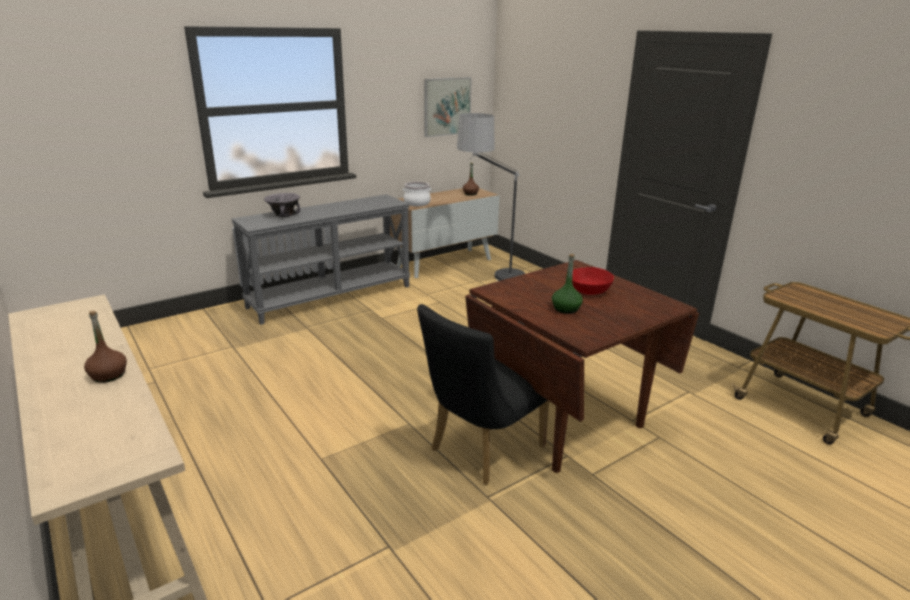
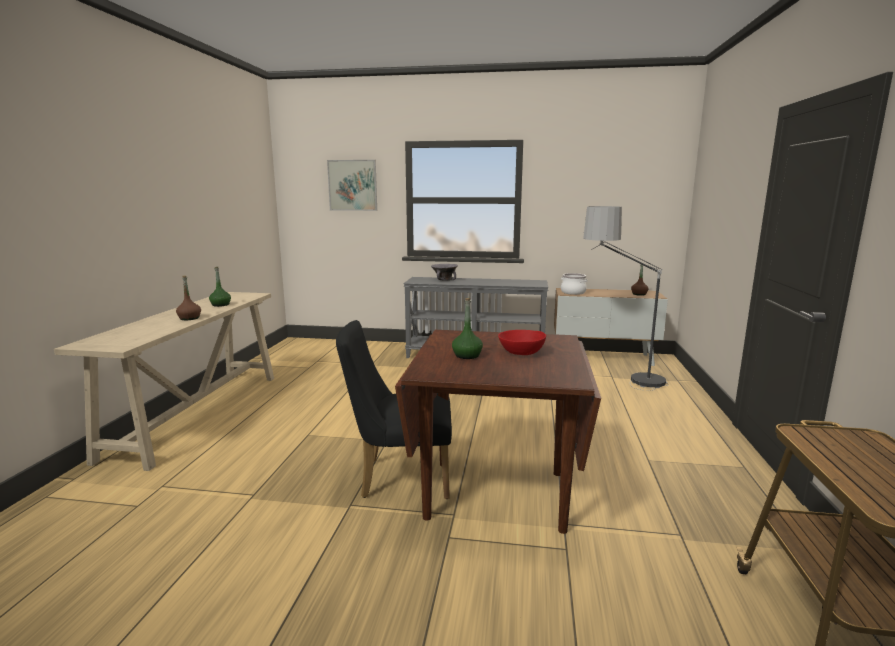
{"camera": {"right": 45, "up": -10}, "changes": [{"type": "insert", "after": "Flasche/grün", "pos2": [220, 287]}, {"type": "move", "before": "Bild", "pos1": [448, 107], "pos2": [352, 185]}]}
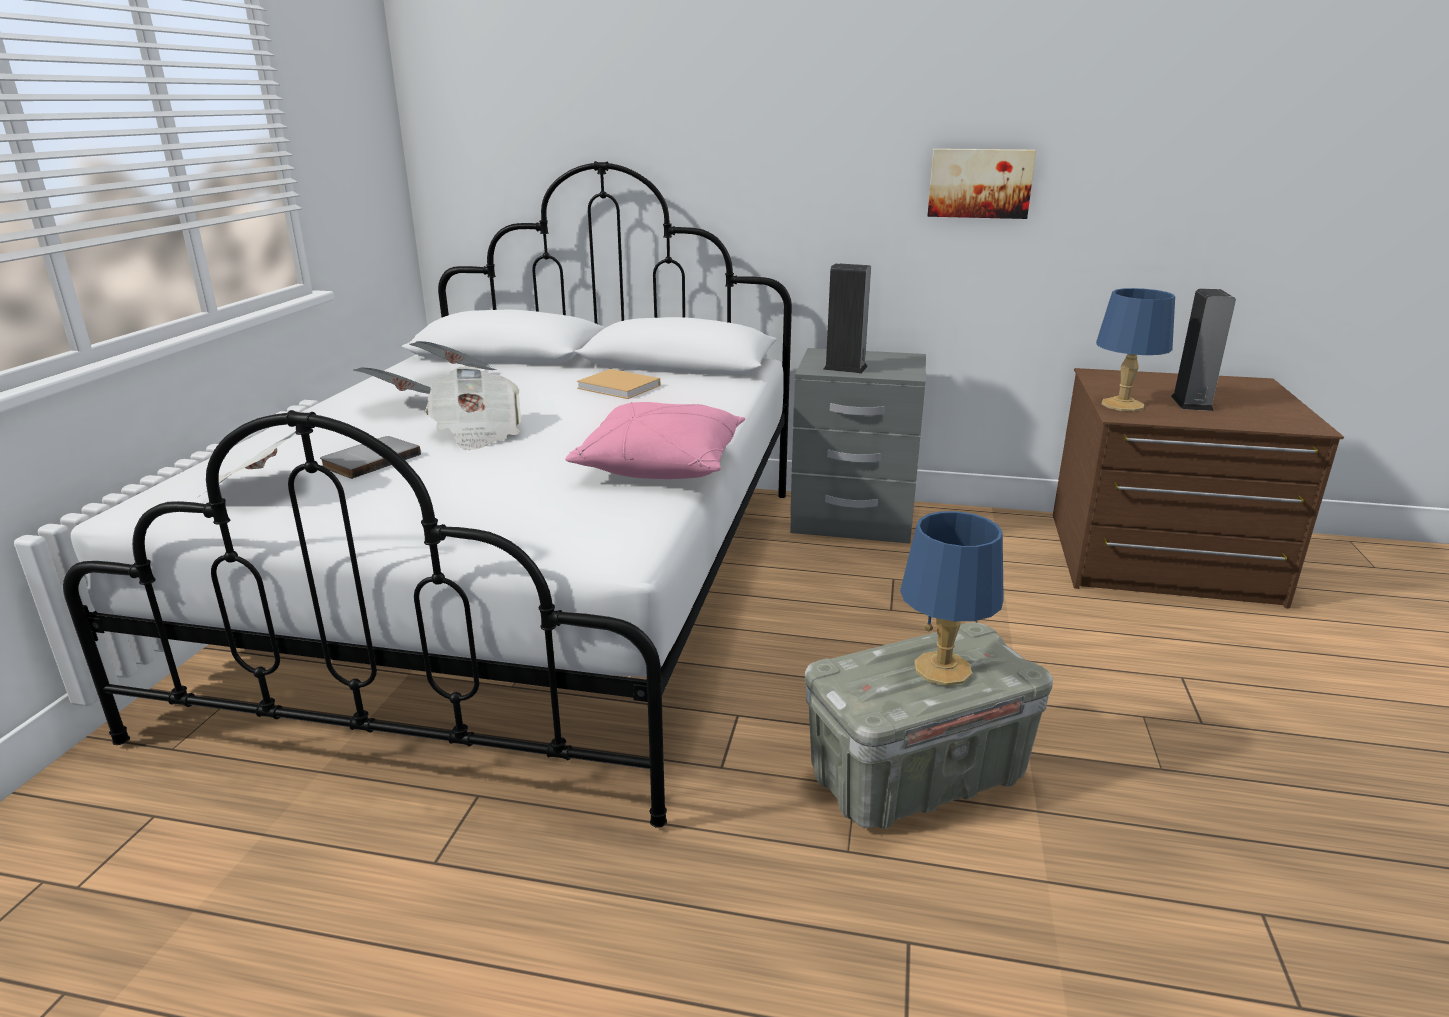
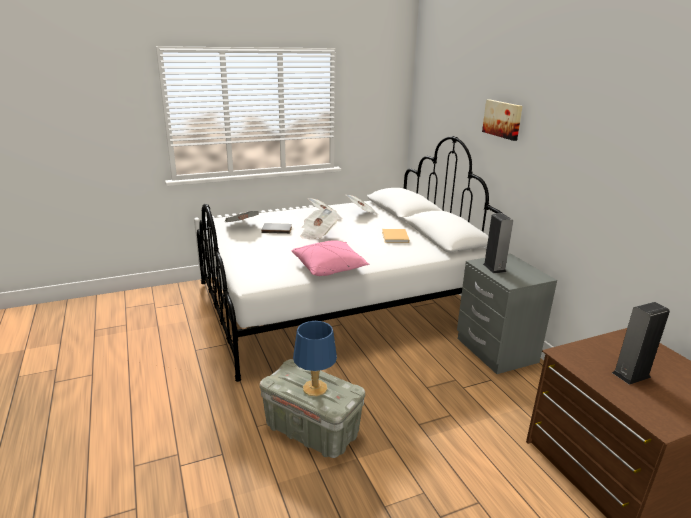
{"camera": {"right": 55, "up": 0}, "changes": [{"type": "move", "before": "Bild", "pos1": [981, 184], "pos2": [502, 120]}, {"type": "delete", "before": "Tischlampe/blau", "pos1": [1135, 349]}]}
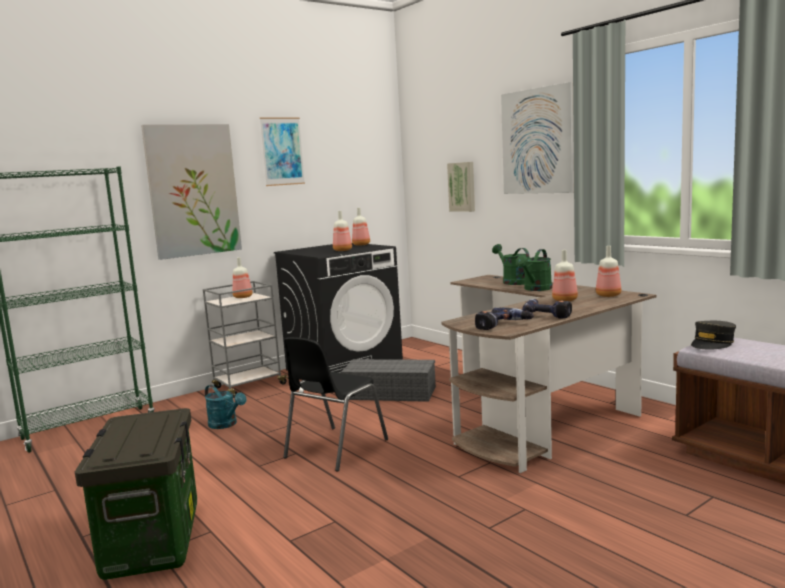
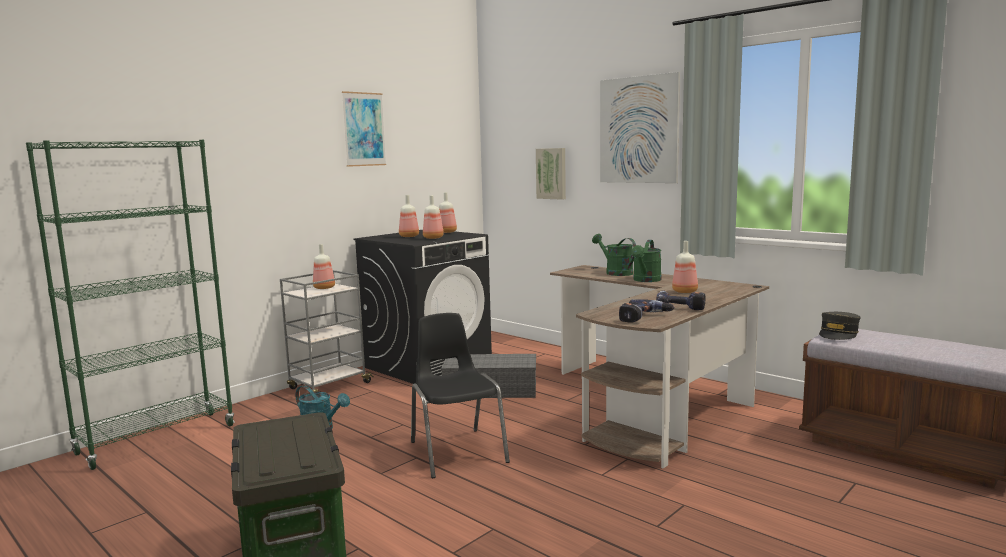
{"camera": {"right": -10, "up": 0}, "changes": [{"type": "move", "before": "Flasche", "pos1": [608, 271], "pos2": [409, 216]}, {"type": "rotate", "before": "Stuhl/schwarz", "pos1": [335, 404], "pos2": [460, 395], "turn": 135}, {"type": "delete", "before": "Bild", "pos1": [191, 192]}]}
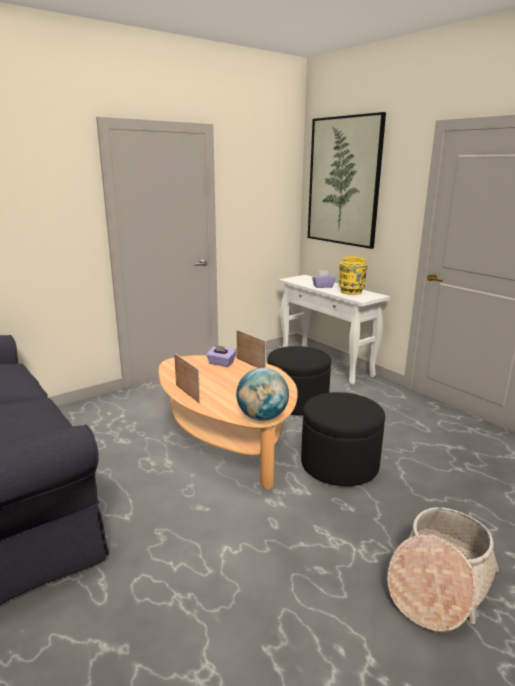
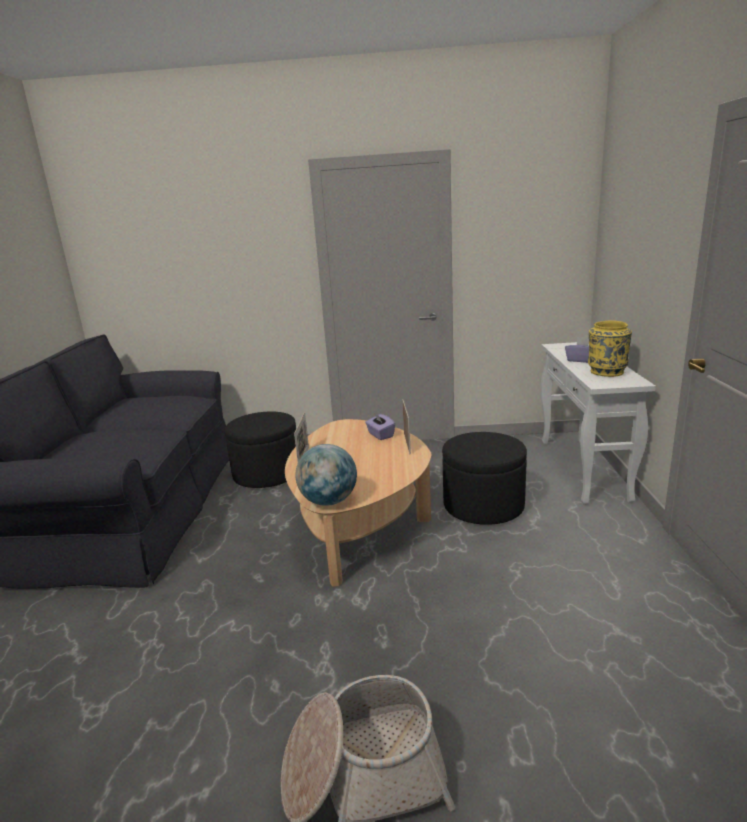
{"camera": {"right": 40, "up": 0}, "changes": [{"type": "move", "before": "Polsterhocker/schwarz", "pos1": [343, 439], "pos2": [260, 449]}, {"type": "delete", "before": "Bild", "pos1": [347, 180]}]}
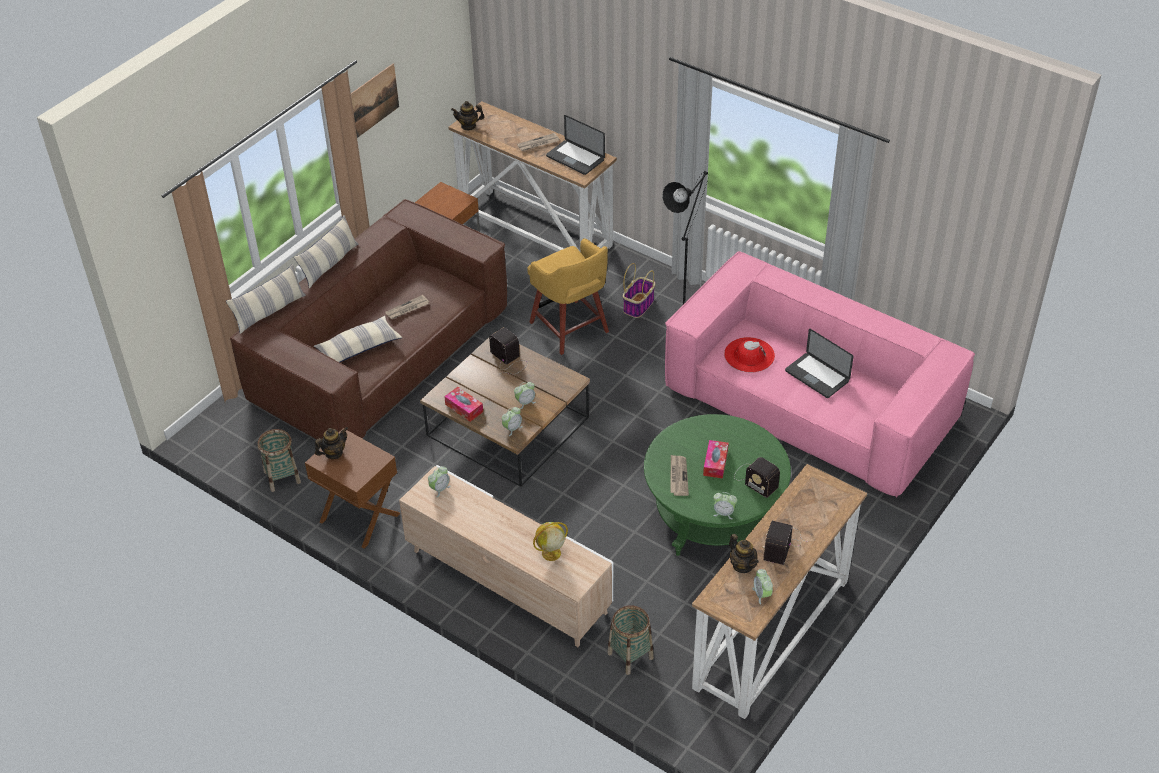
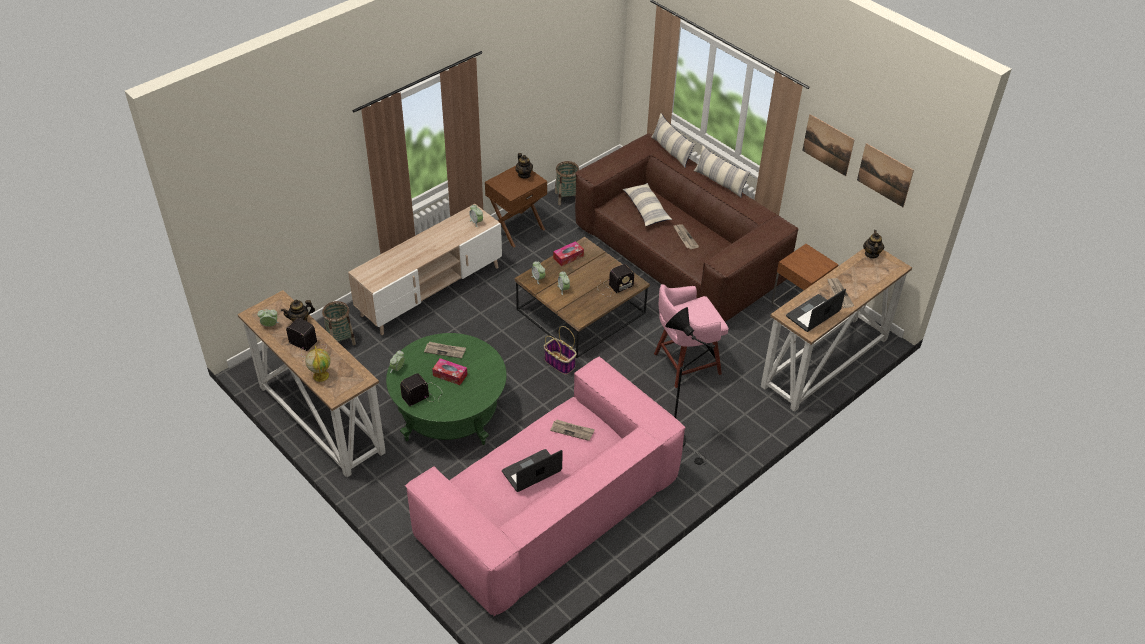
{"camera": {"right": 100, "up": 0}, "changes": [{"type": "move", "before": "Globus", "pos1": [550, 541], "pos2": [318, 363]}, {"type": "move", "before": "Korb", "pos1": [639, 290], "pos2": [560, 350]}, {"type": "replace", "before": "Hut/rot", "after": "Zeitung", "pos1": [749, 354], "pos2": [572, 430]}, {"type": "recolor", "before": "Hocker/gelb", "after": "Hocker/rosa", "pos1": [568, 296], "pos2": [691, 336]}, {"type": "insert", "after": "Bild", "pos2": [885, 175]}]}
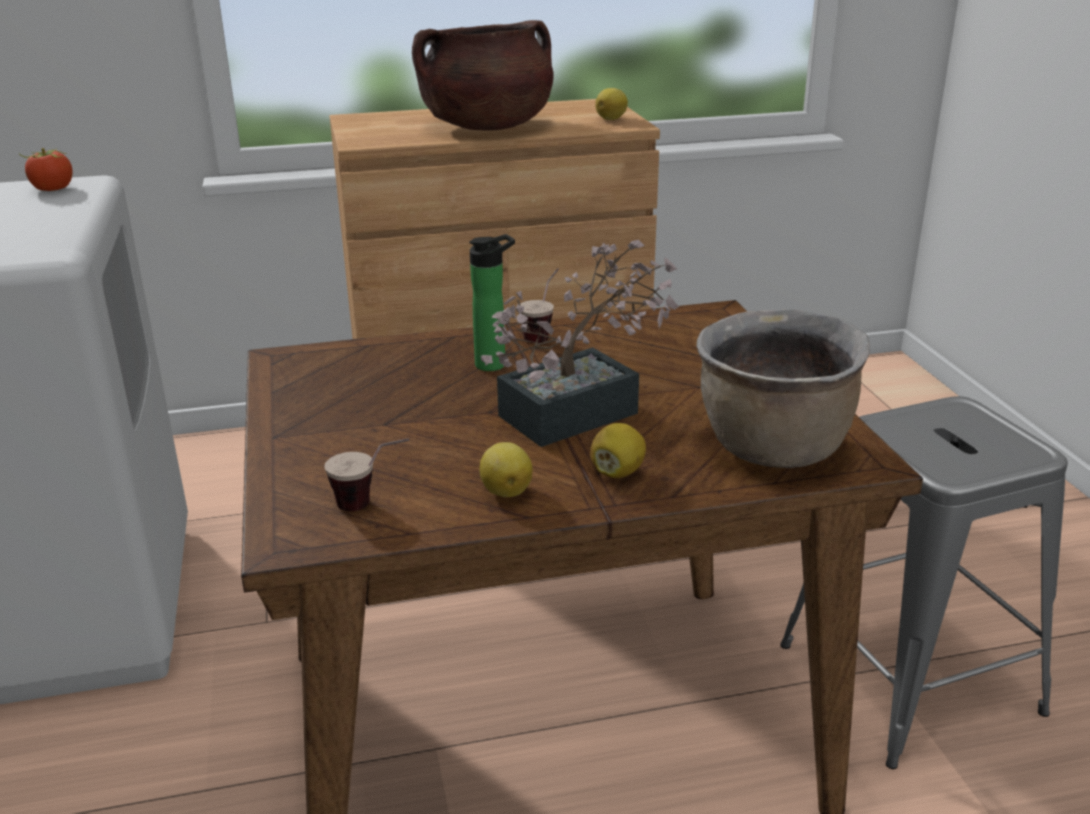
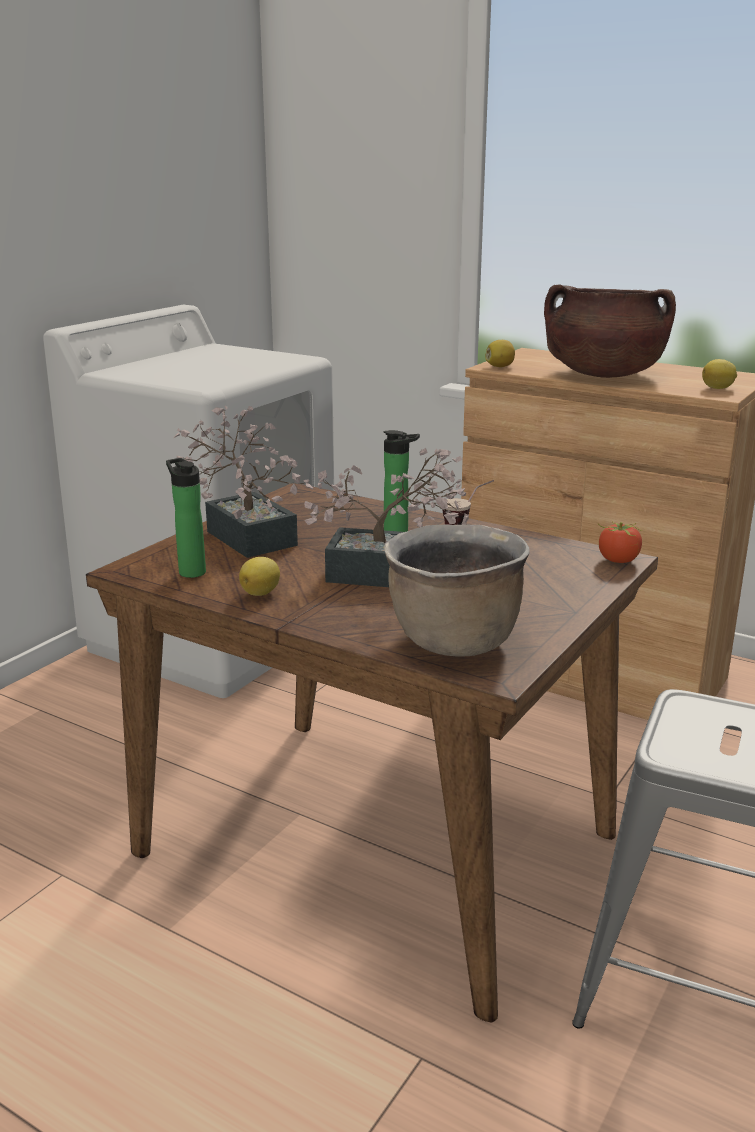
{"camera": {"right": 45, "up": -5}, "changes": [{"type": "replace", "before": "Tasse", "after": "Flasche", "pos1": [366, 474], "pos2": [186, 518]}, {"type": "insert", "after": "Topfpflanze", "pos2": [243, 481]}, {"type": "move", "before": "Zitrone", "pos1": [618, 450], "pos2": [500, 353]}, {"type": "move", "before": "Tomate", "pos1": [45, 169], "pos2": [620, 542]}]}
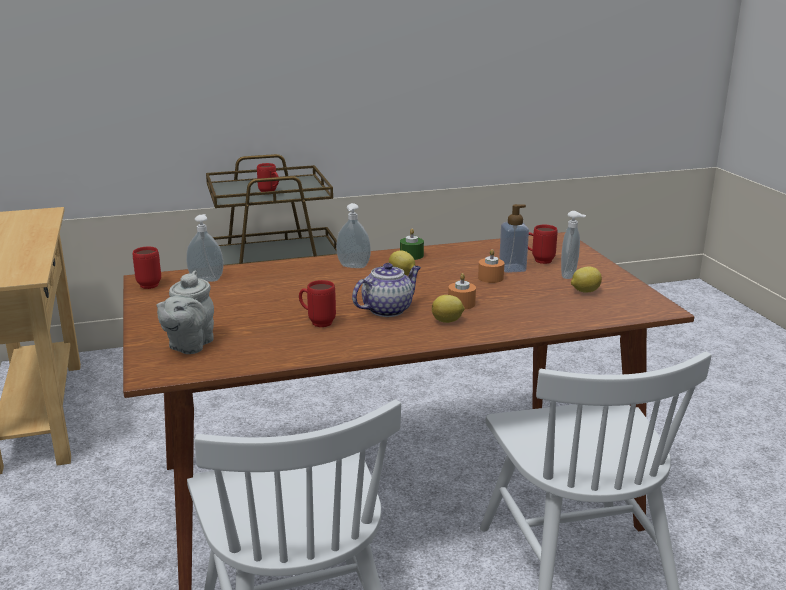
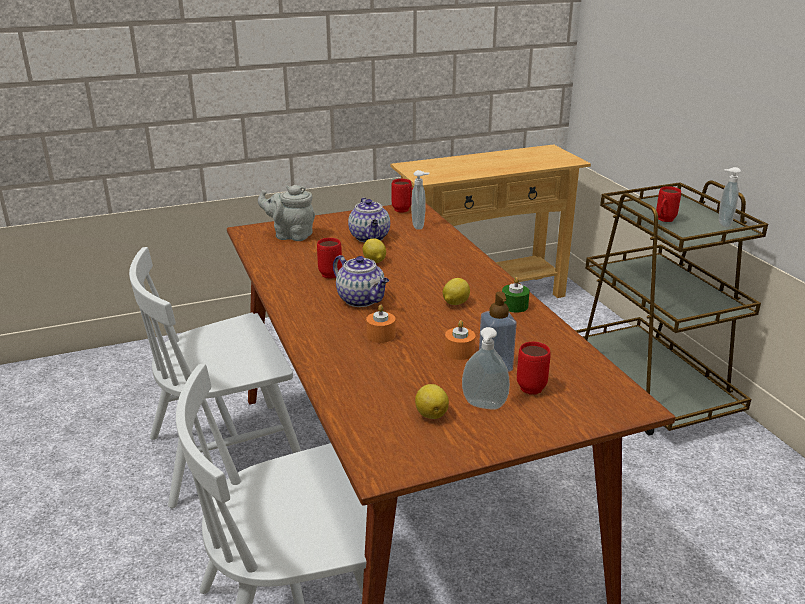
{"camera": {"right": 85, "up": 5}, "changes": [{"type": "insert", "after": "Teekanne", "pos2": [369, 220]}, {"type": "move", "before": "Zitrone", "pos1": [448, 309], "pos2": [374, 250]}, {"type": "move", "before": "Seifenspender", "pos1": [353, 235], "pos2": [730, 197]}]}
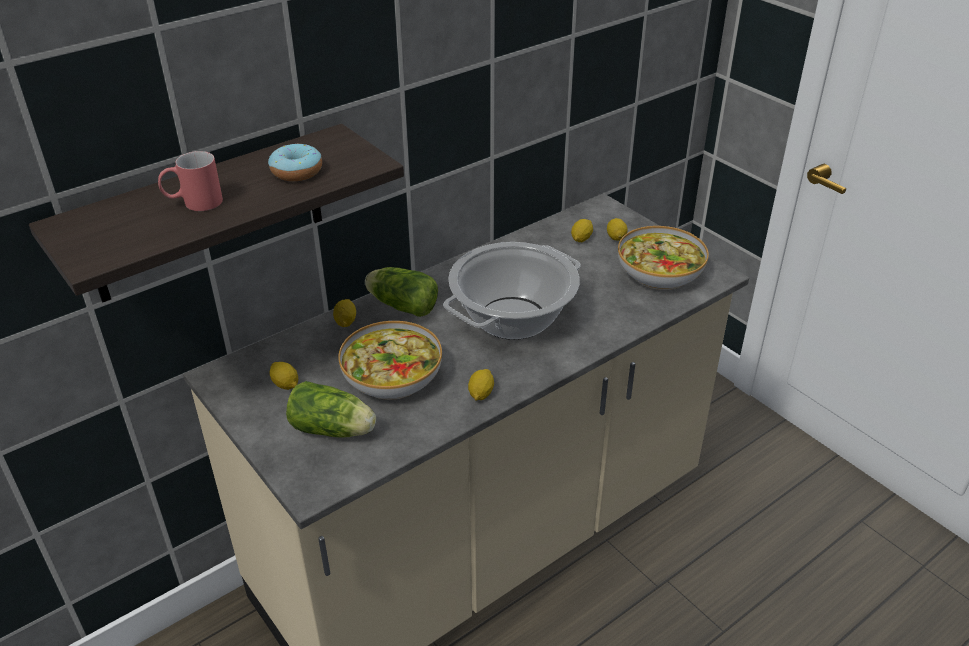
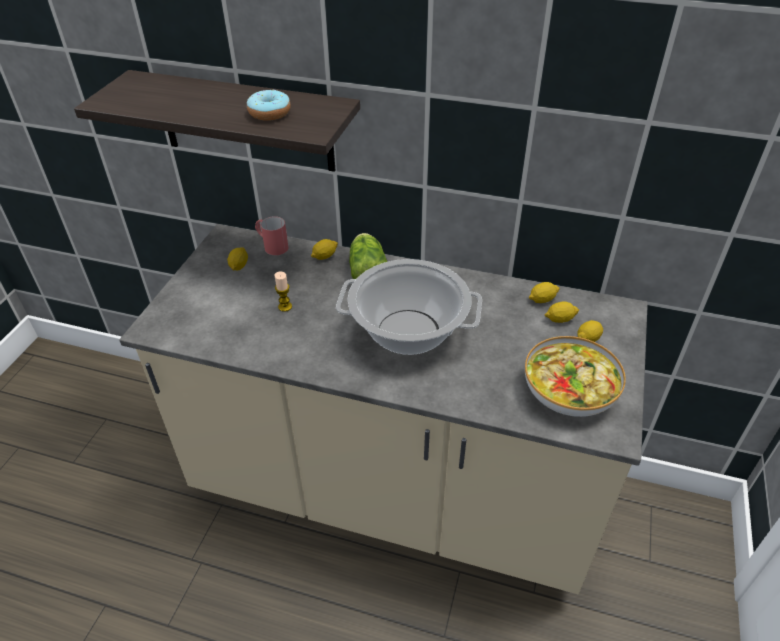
{"camera": {"right": 55, "up": 5}, "changes": [{"type": "move", "before": "Henkelbecher/rot", "pos1": [190, 181], "pos2": [272, 235]}, {"type": "replace", "before": "Schüssel", "after": "Kerze", "pos1": [390, 360], "pos2": [283, 292]}, {"type": "move", "before": "Zitrone", "pos1": [481, 384], "pos2": [544, 292]}, {"type": "delete", "before": "Salatkopf", "pos1": [331, 409]}]}
